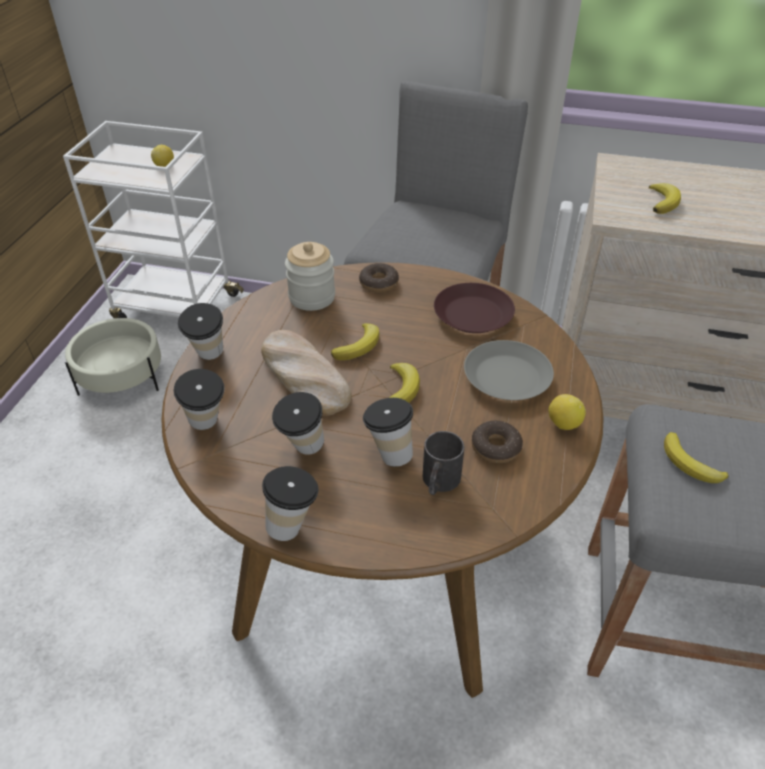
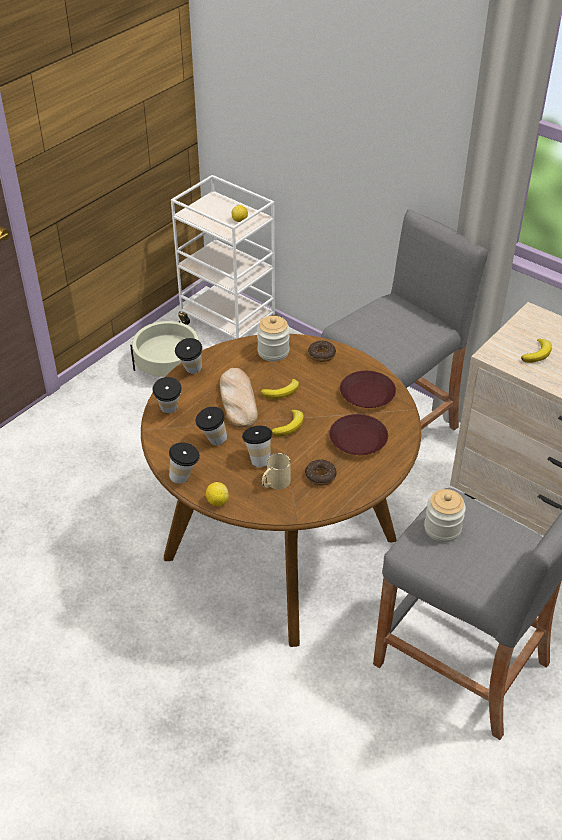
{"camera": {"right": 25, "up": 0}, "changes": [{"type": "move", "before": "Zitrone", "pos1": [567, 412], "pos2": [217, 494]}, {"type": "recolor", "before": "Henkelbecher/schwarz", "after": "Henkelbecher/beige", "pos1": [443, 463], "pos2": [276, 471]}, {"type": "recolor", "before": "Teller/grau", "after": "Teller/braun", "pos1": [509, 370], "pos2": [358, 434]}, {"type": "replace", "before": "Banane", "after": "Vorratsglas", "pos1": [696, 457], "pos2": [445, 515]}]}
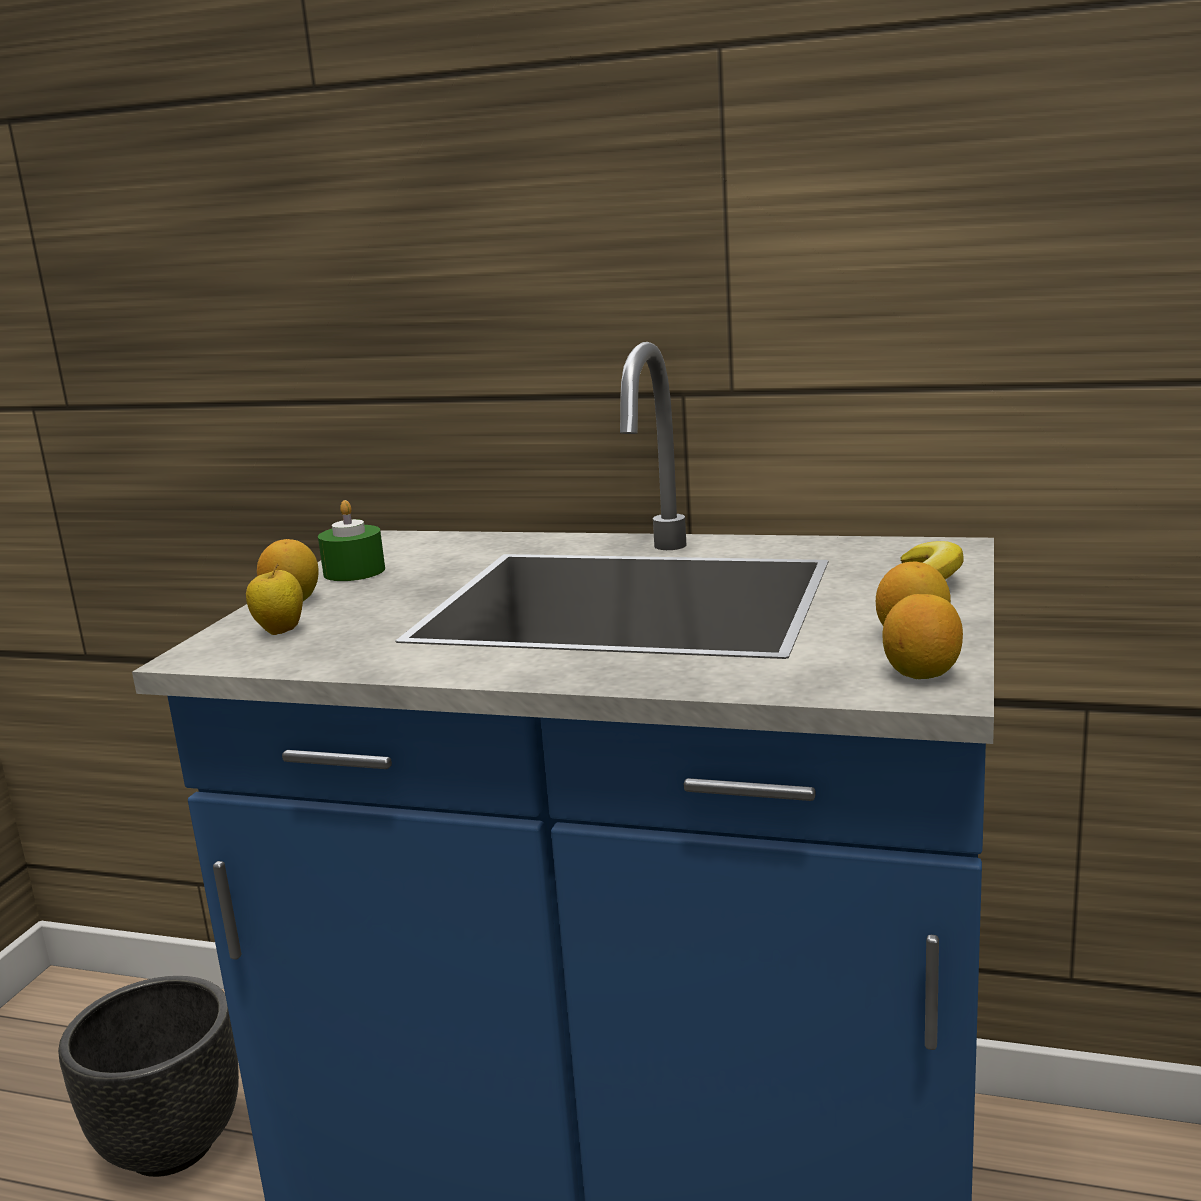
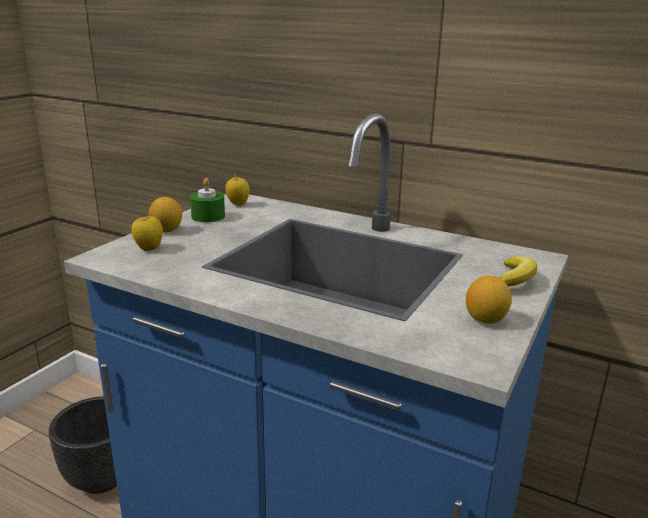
{"camera": {"right": 10, "up": 5}, "changes": [{"type": "insert", "after": "Apfel", "pos2": [237, 190]}, {"type": "delete", "before": "Zitrone", "pos1": [923, 636]}]}
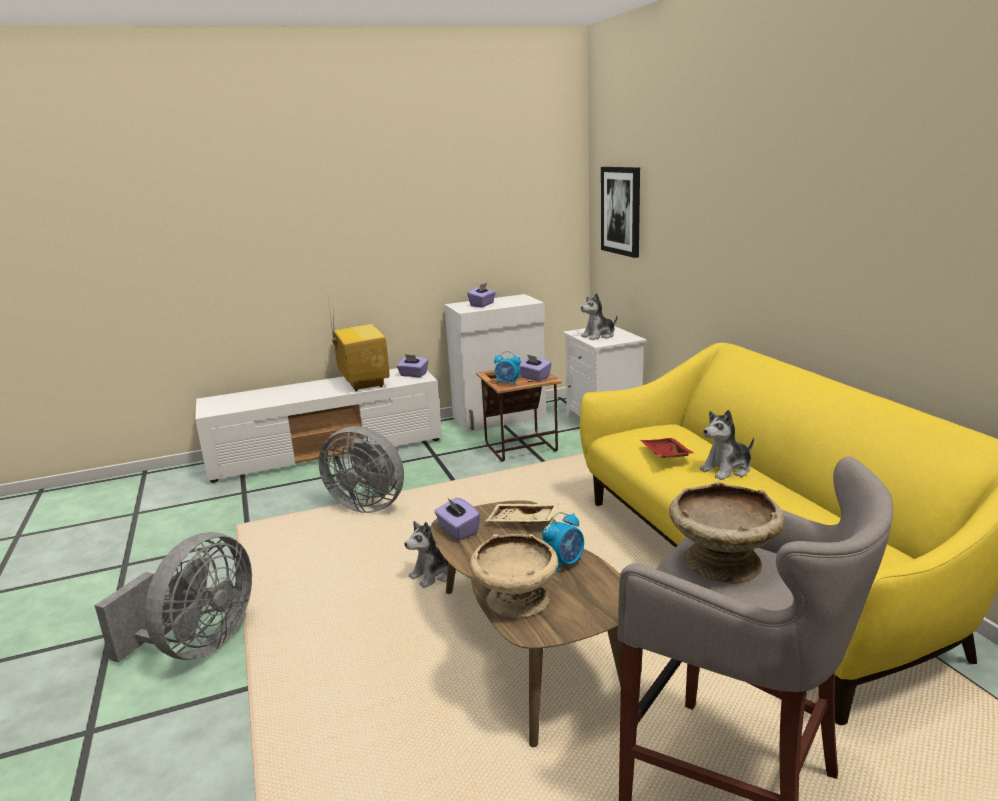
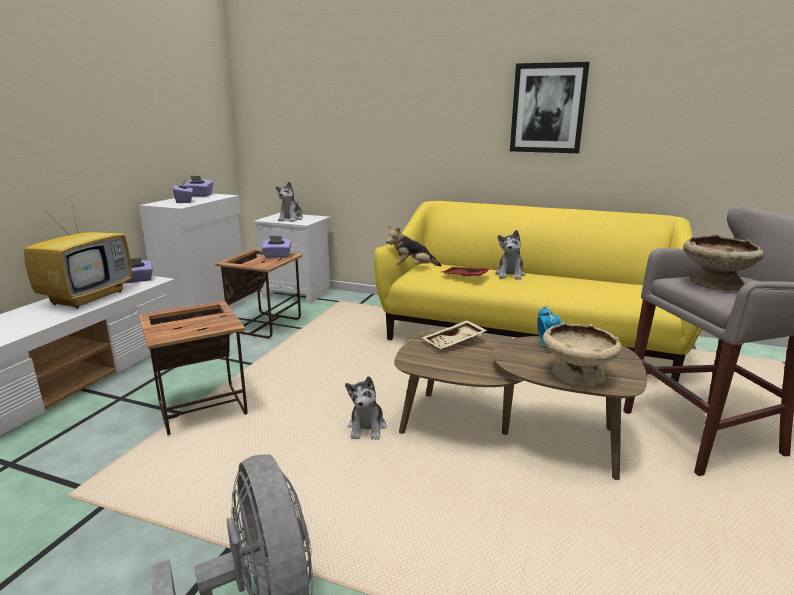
{"camera": {"right": -50, "up": 0}, "changes": [{"type": "rotate", "before": "Fernseher", "pos1": [359, 346], "pos2": [78, 252], "turn": 90}, {"type": "replace", "before": "Ventilator/grau", "after": "Beistelltisch", "pos1": [361, 469], "pos2": [193, 368]}, {"type": "move", "before": "Taschentuchbox/lila", "pos1": [457, 518], "pos2": [198, 186]}, {"type": "insert", "after": "Plüschtier", "pos2": [413, 246]}, {"type": "move", "before": "Bild", "pos1": [620, 212], "pos2": [550, 107]}, {"type": "delete", "before": "Wecker", "pos1": [507, 368]}]}
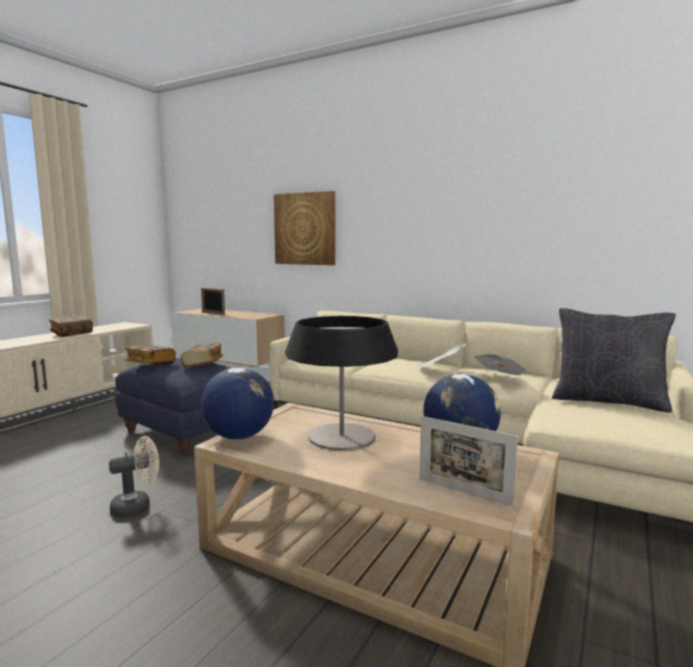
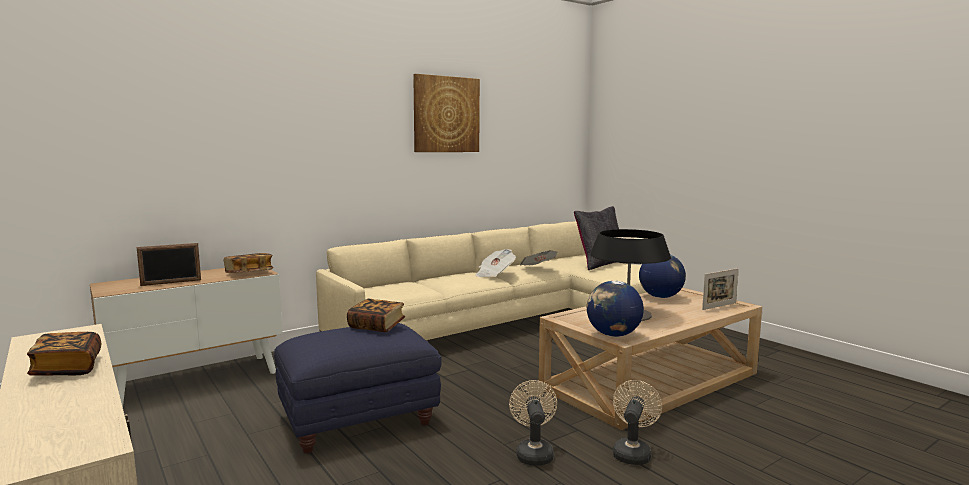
{"camera": {"right": -65, "up": 0}, "changes": [{"type": "move", "before": "Buch", "pos1": [150, 355], "pos2": [248, 263]}, {"type": "move", "before": "Bild", "pos1": [304, 228], "pos2": [446, 113]}, {"type": "insert", "after": "Ventilator/beige", "pos2": [637, 422]}]}
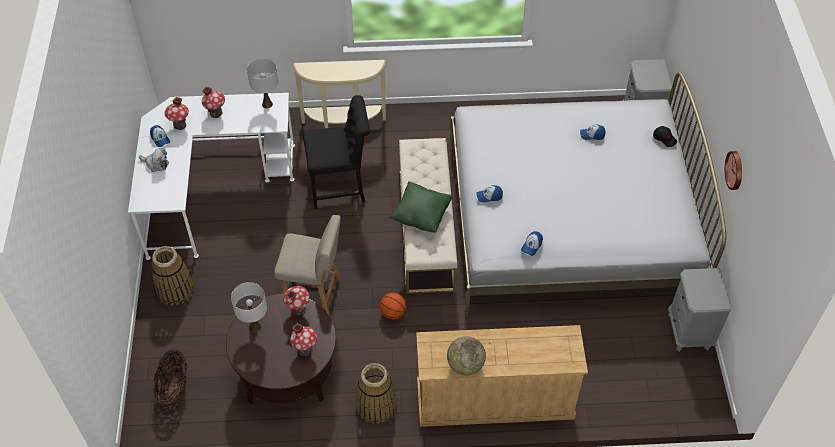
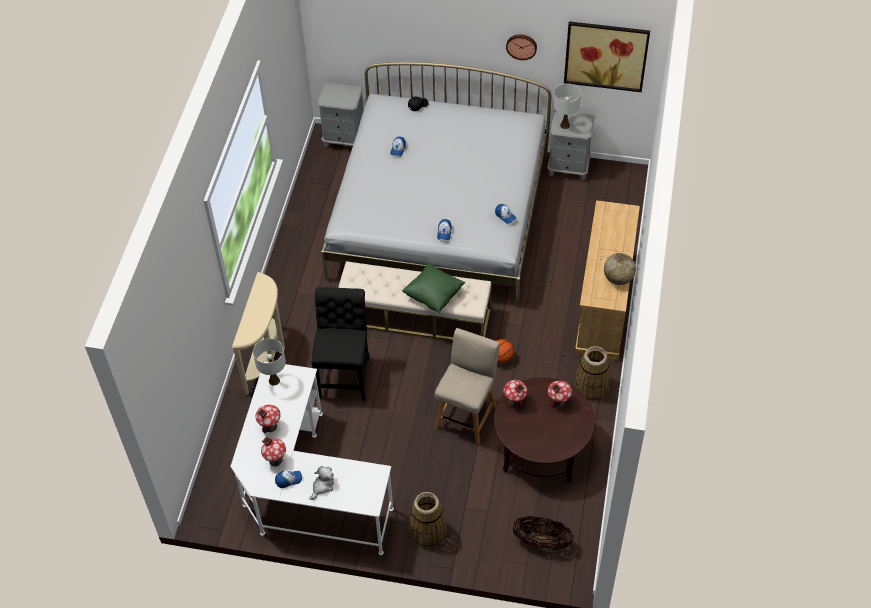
{"camera": {"right": -75, "up": 0}, "changes": [{"type": "move", "before": "Tischlampe/weiß", "pos1": [249, 307], "pos2": [567, 106]}, {"type": "insert", "after": "Bild", "pos2": [607, 56]}]}
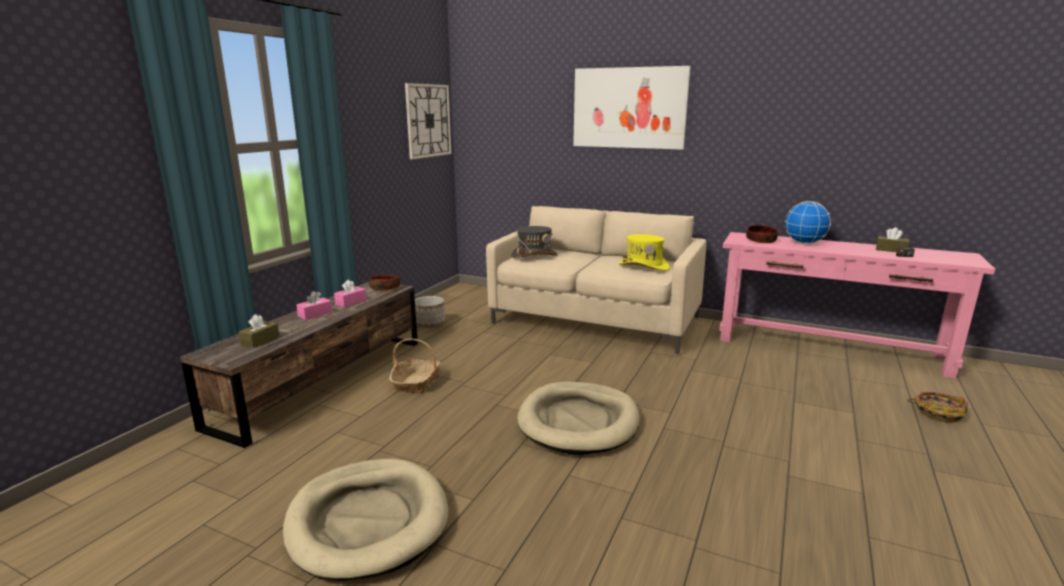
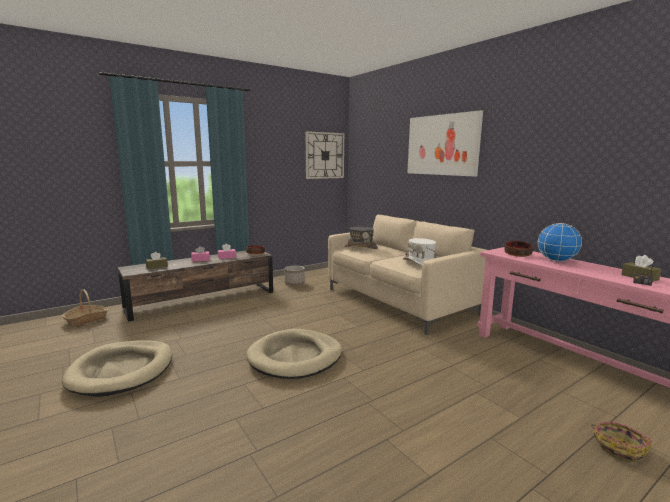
{"camera": {"right": 30, "up": -5}, "changes": [{"type": "move", "before": "Korb", "pos1": [415, 366], "pos2": [85, 308]}, {"type": "recolor", "before": "Hut/gelb", "after": "Hut/weiß", "pos1": [644, 252], "pos2": [420, 251]}]}
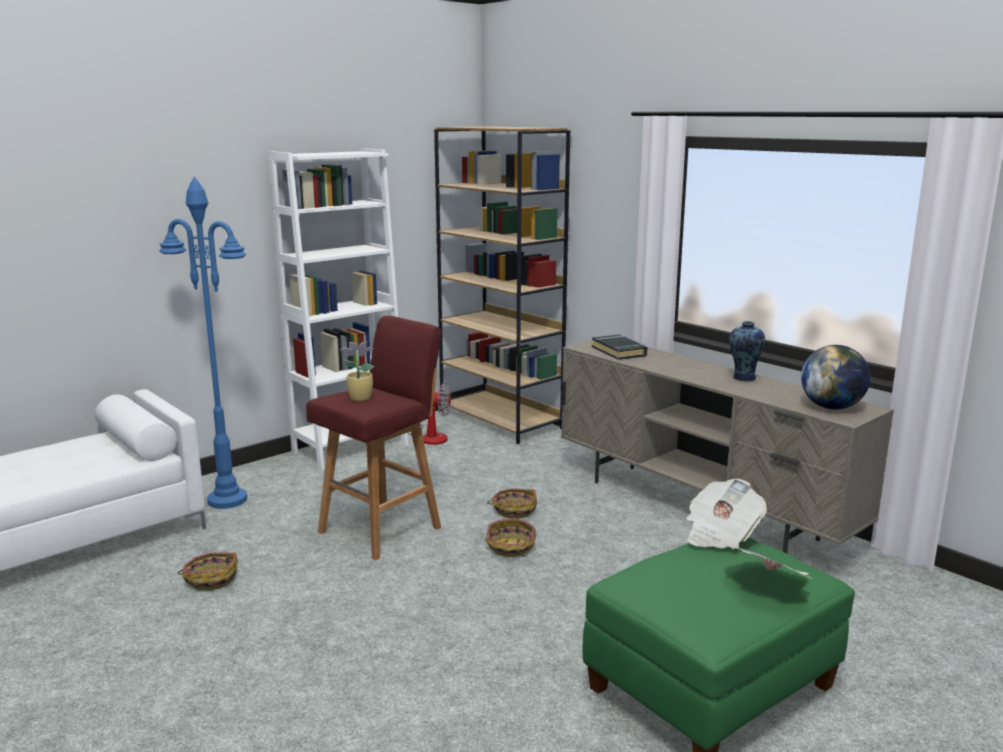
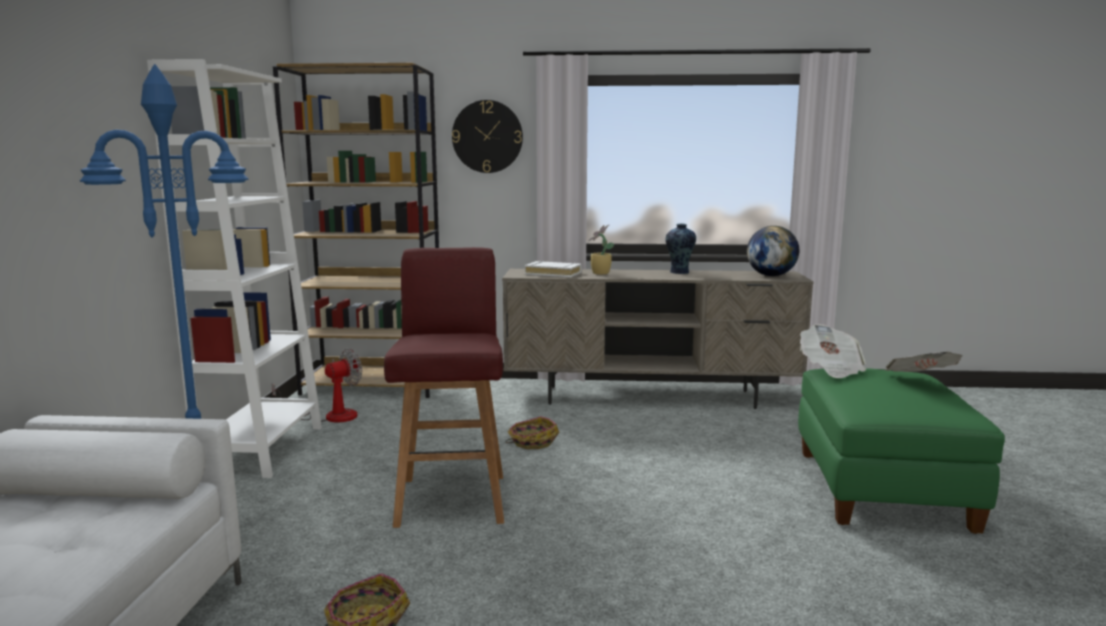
{"camera": {"right": -45, "up": -5}, "changes": [{"type": "insert", "after": "Wanduhr", "pos2": [487, 136]}, {"type": "recolor", "before": "Buch/schwarz", "after": "Buch/weiß", "pos1": [619, 347], "pos2": [553, 269]}, {"type": "move", "before": "Topfpflanze", "pos1": [357, 371], "pos2": [601, 250]}, {"type": "delete", "before": "Korb", "pos1": [510, 537]}]}
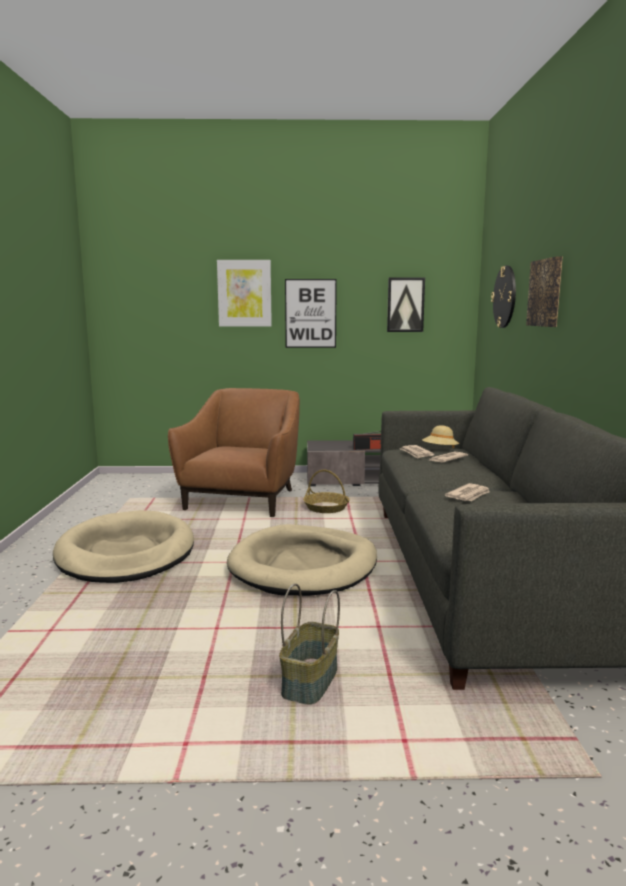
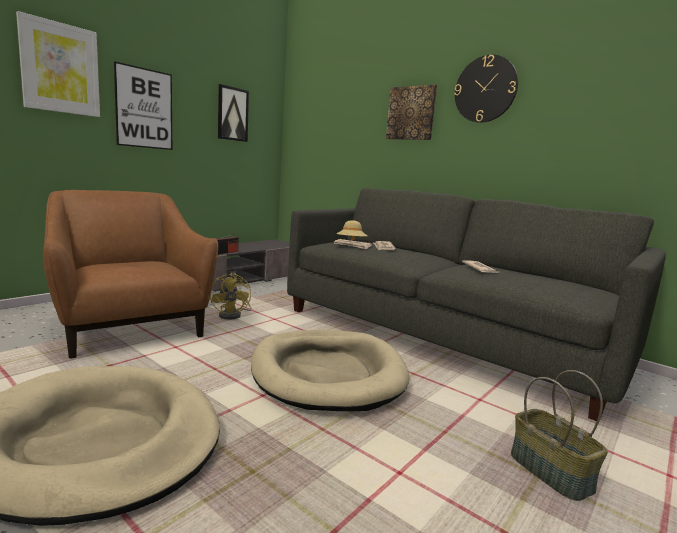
{"camera": {"right": -50, "up": 0}, "changes": [{"type": "replace", "before": "Korb", "after": "Ventilator/gelb", "pos1": [326, 491], "pos2": [231, 296]}, {"type": "move", "before": "Wanduhr", "pos1": [503, 297], "pos2": [486, 89]}]}
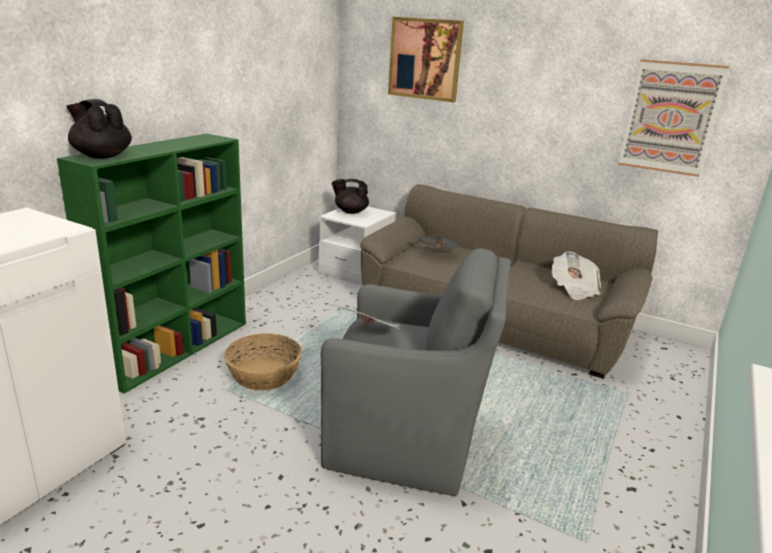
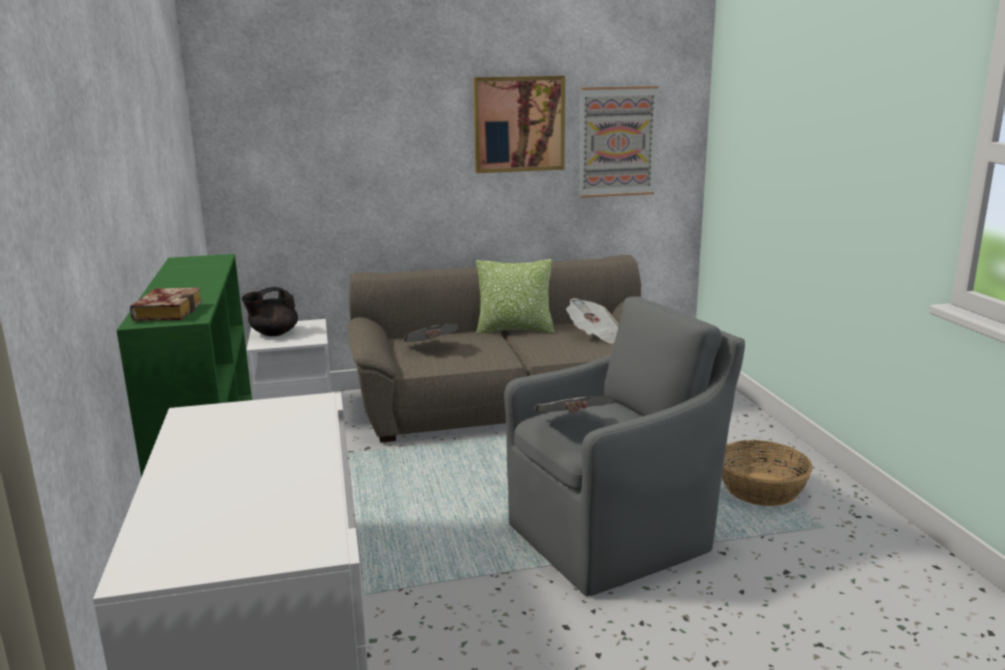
{"camera": {"right": -40, "up": -5}, "changes": [{"type": "replace", "before": "Teekanne/schwarz", "after": "Buch", "pos1": [99, 129], "pos2": [166, 304]}, {"type": "move", "before": "Bild", "pos1": [426, 59], "pos2": [519, 124]}, {"type": "insert", "after": "Kissen", "pos2": [515, 296]}, {"type": "move", "before": "Korb", "pos1": [263, 362], "pos2": [767, 473]}]}
